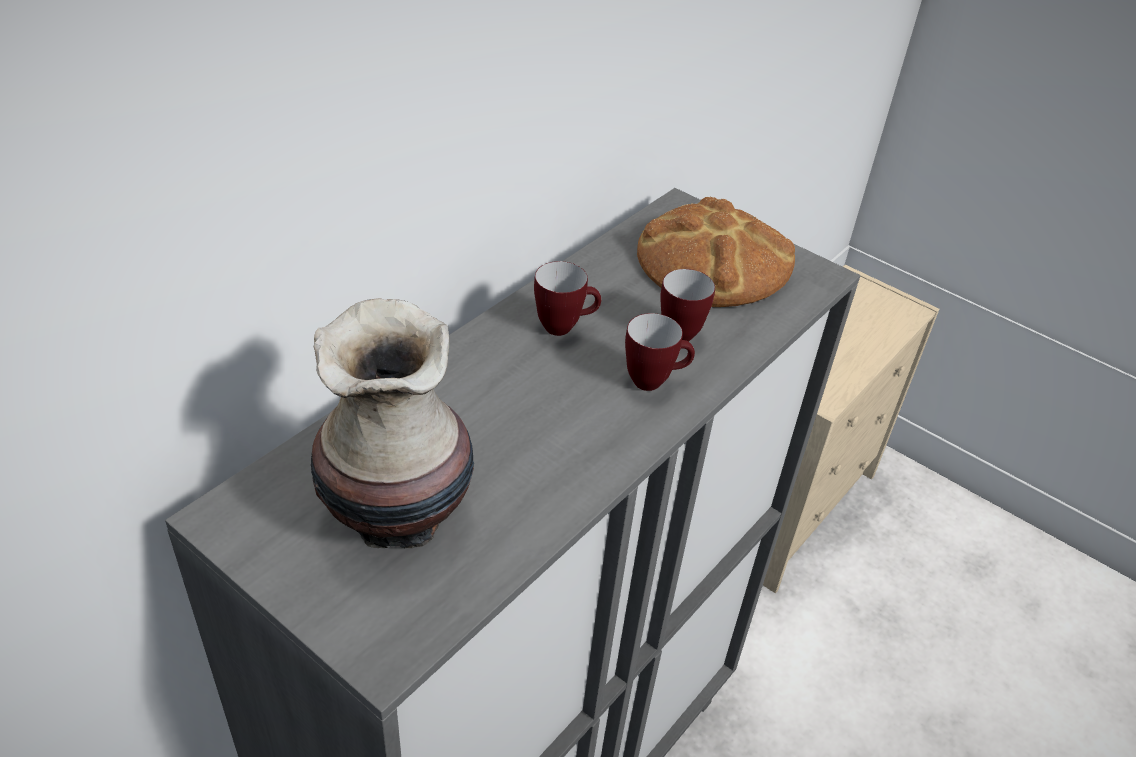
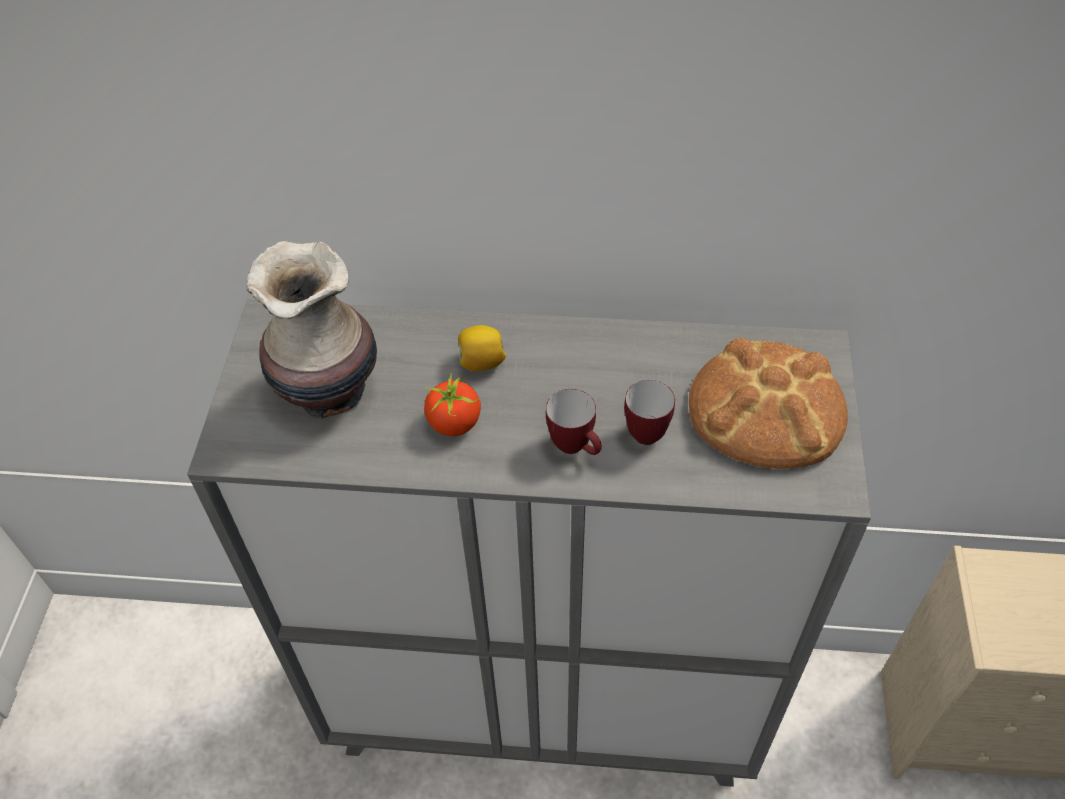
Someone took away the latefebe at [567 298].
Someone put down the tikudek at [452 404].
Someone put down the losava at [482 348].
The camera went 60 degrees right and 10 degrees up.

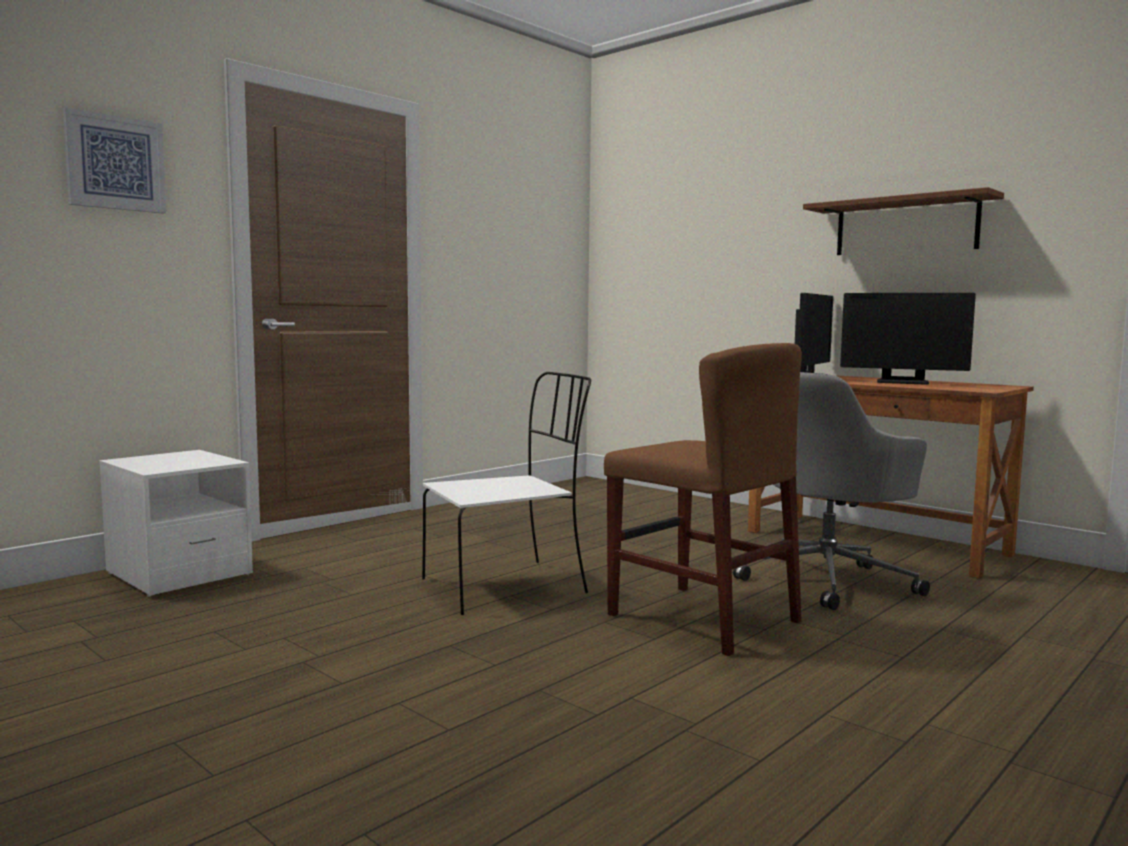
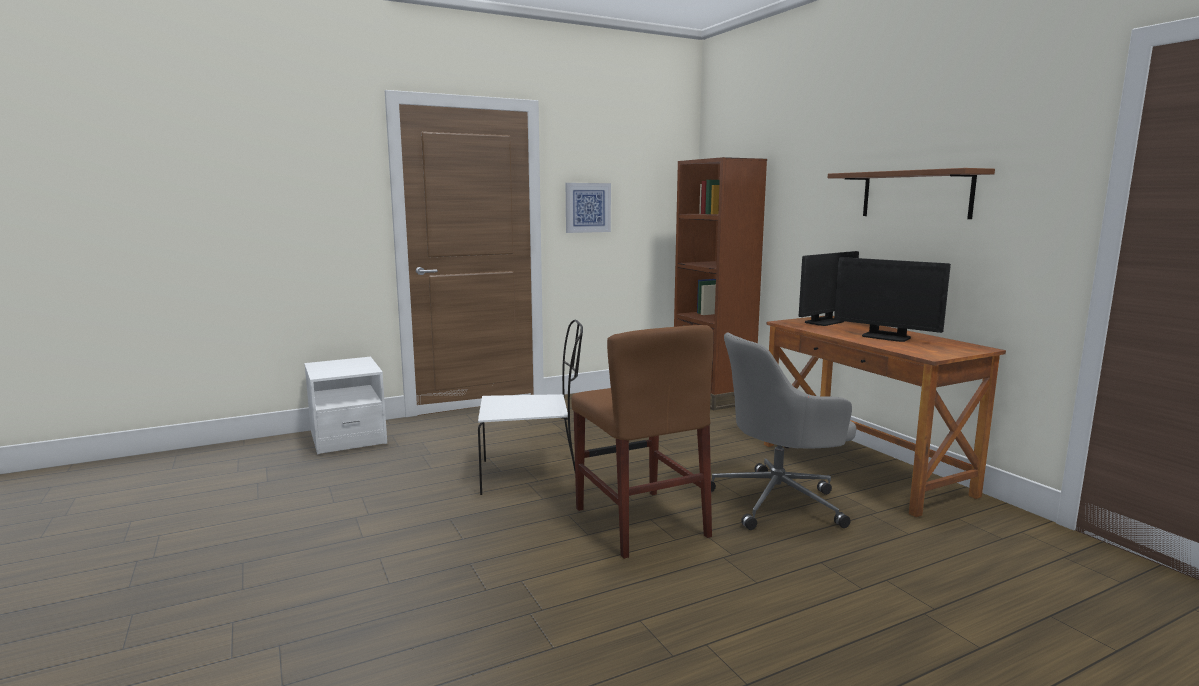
Someone put down the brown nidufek at [720 283].
Someone carried the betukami from [114 160] to [588 208].
The camera went 20 degrees right and 5 degrees up.

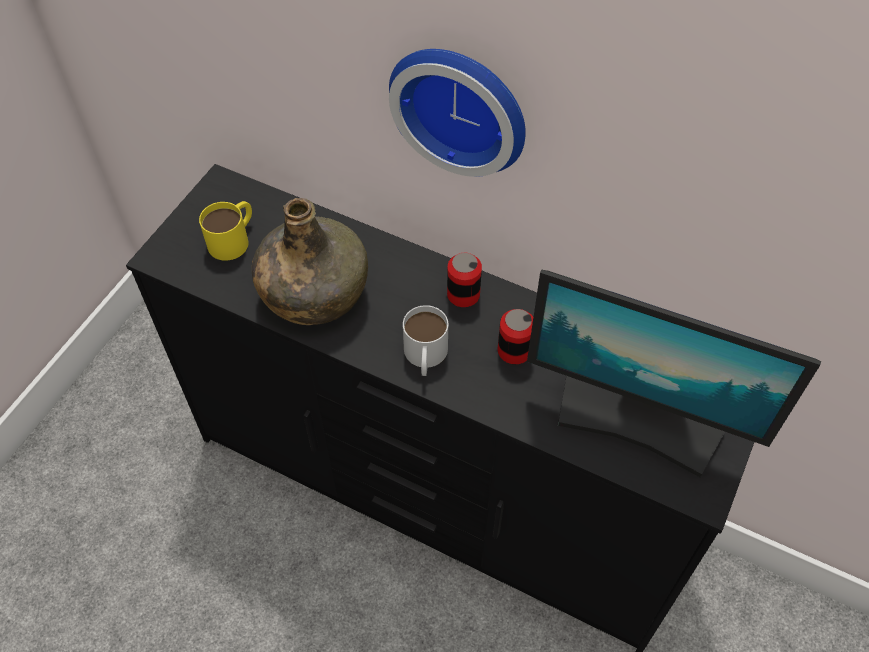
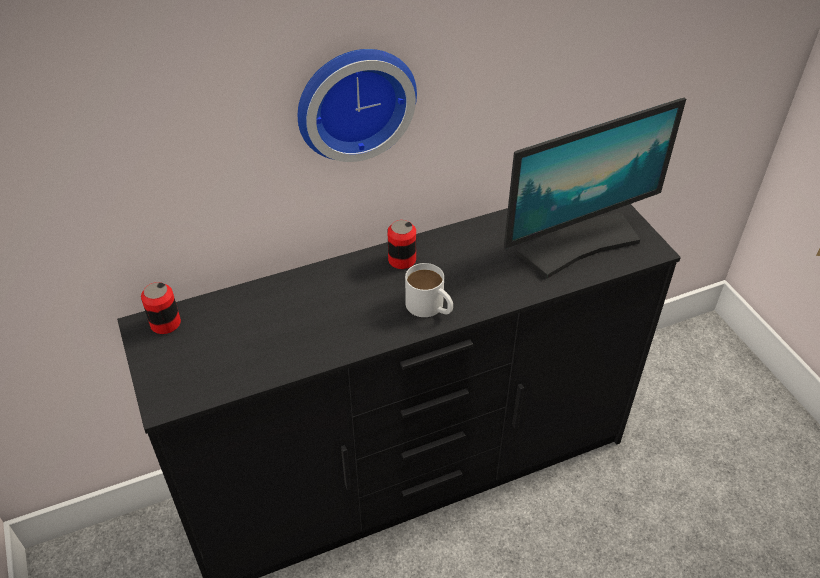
Someone took away the yellow latefebe at [225 231].
Someone took away the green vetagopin at [310 261].
Someone carried the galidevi from [515 336] to [161 308].
The camera went 50 degrees left and 10 degrees down.

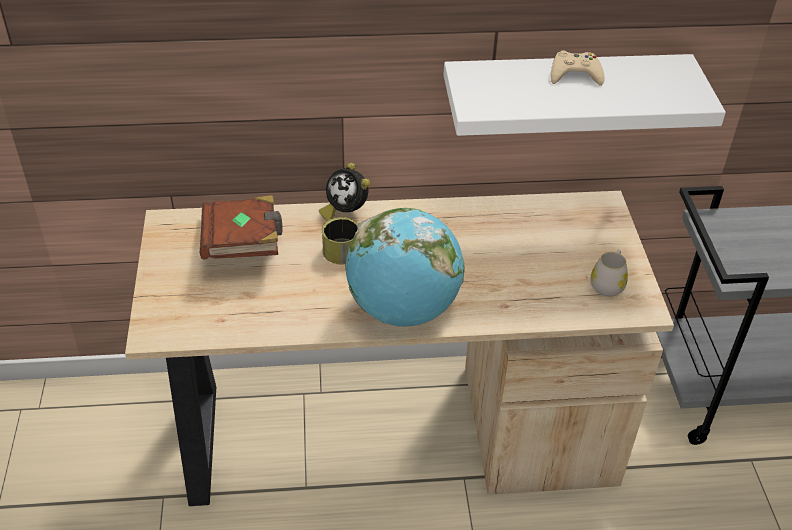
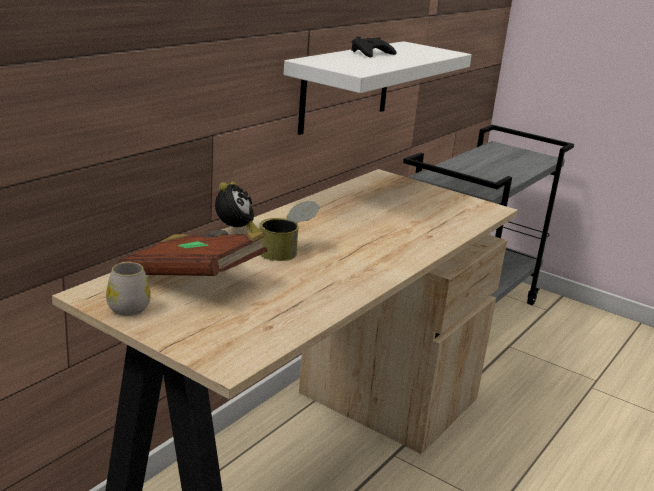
Someone took away the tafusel at [404 267].
Someone carried the white latefebe from [609 273] to [128 289].
Someone repainted the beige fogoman at [577 68], which became the black fogoman at [374 47].
Someone rotated the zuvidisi at [344 192] by 75 degrees counterclockwise.
The camera went 50 degrees left and 20 degrees down.

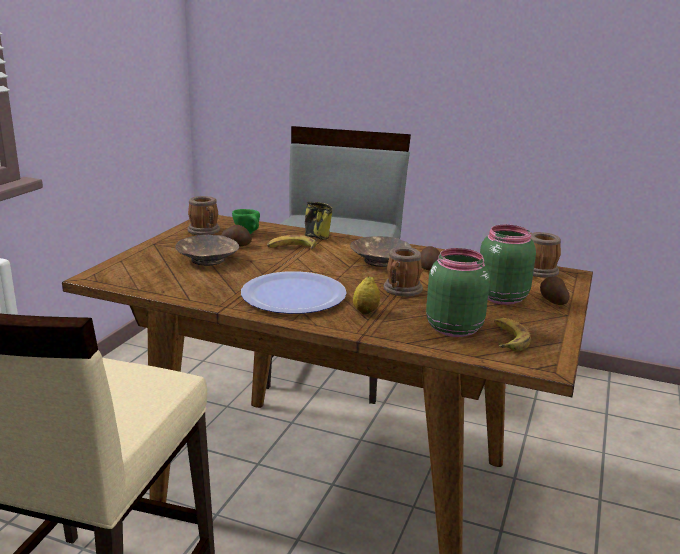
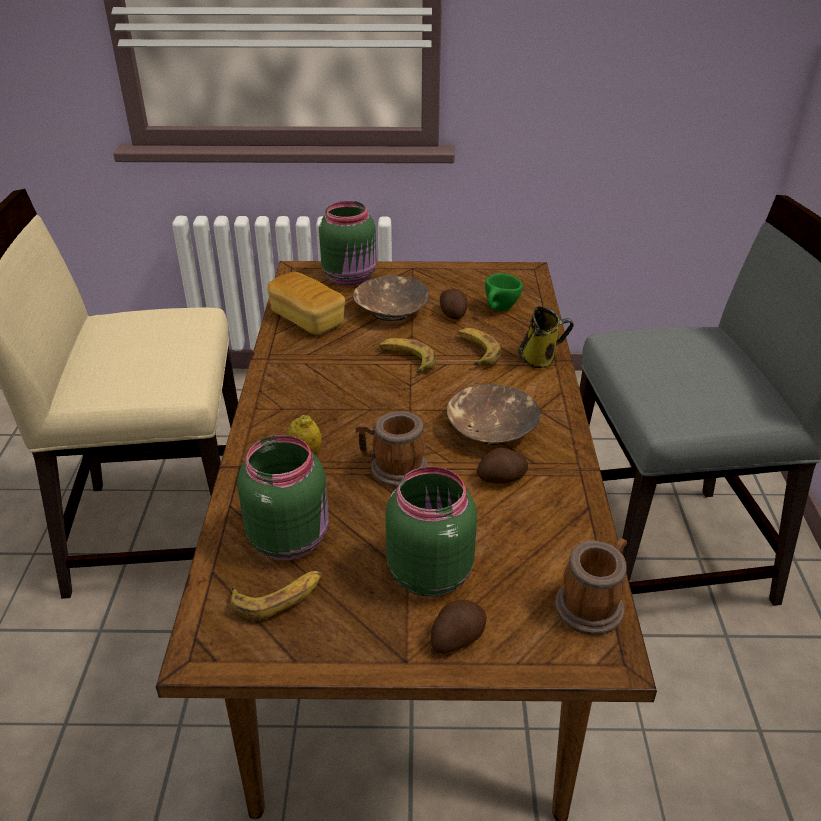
Someone took away the latefebe at [203 215].
Someone took away the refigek at [294 292].
Someone put down the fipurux at [306 303].
Someone put down the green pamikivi at [347 243].
Someone put down the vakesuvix at [407 355].
The camera went 70 degrees right and 15 degrees up.

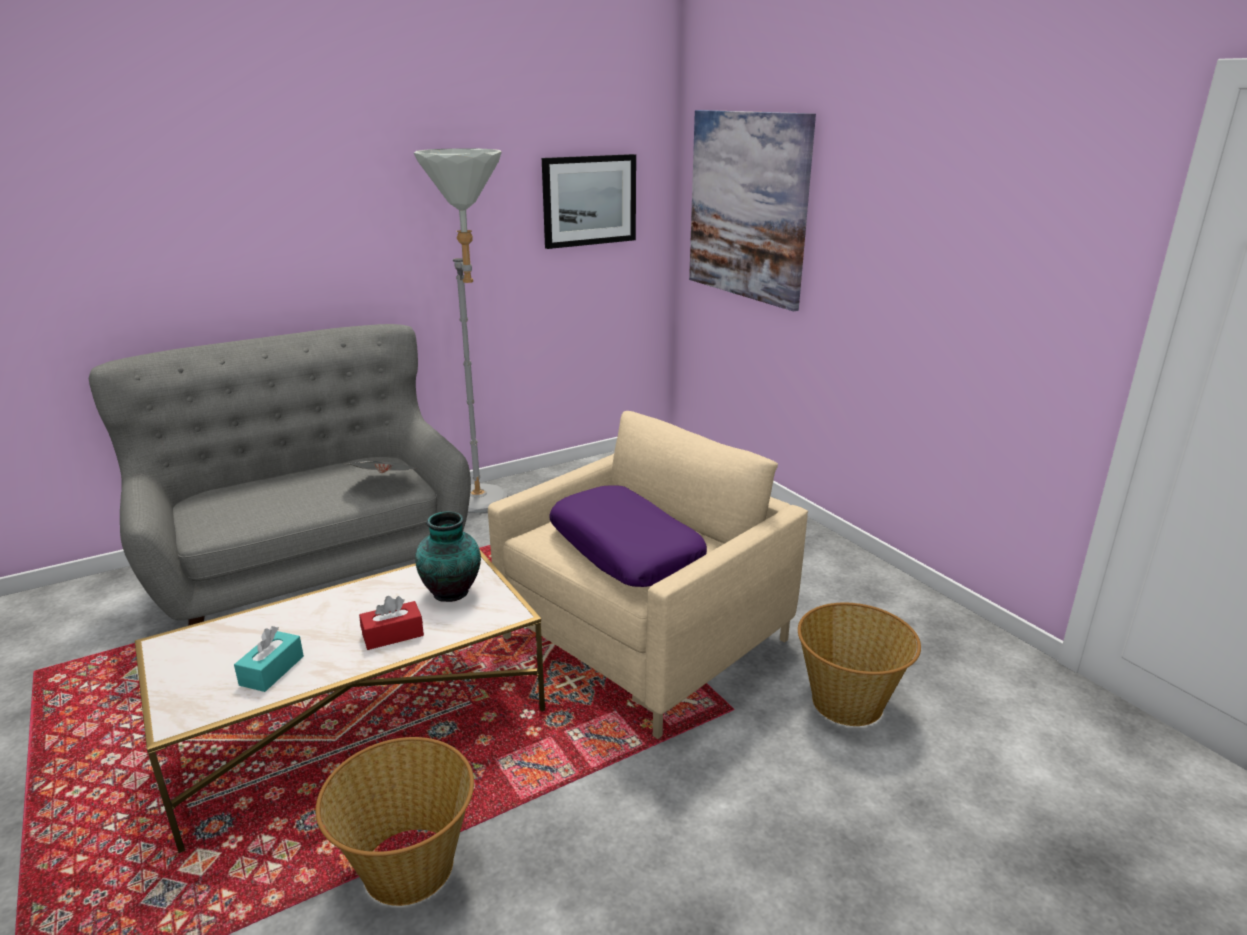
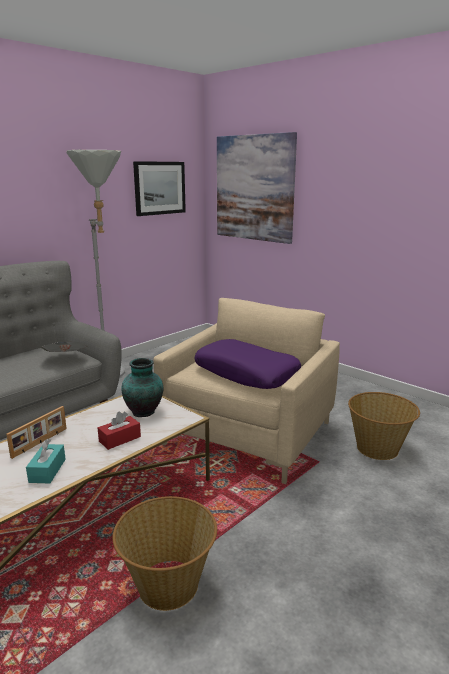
Someone put down the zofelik at [36 432].
The camera went 15 degrees left and 5 degrees down.

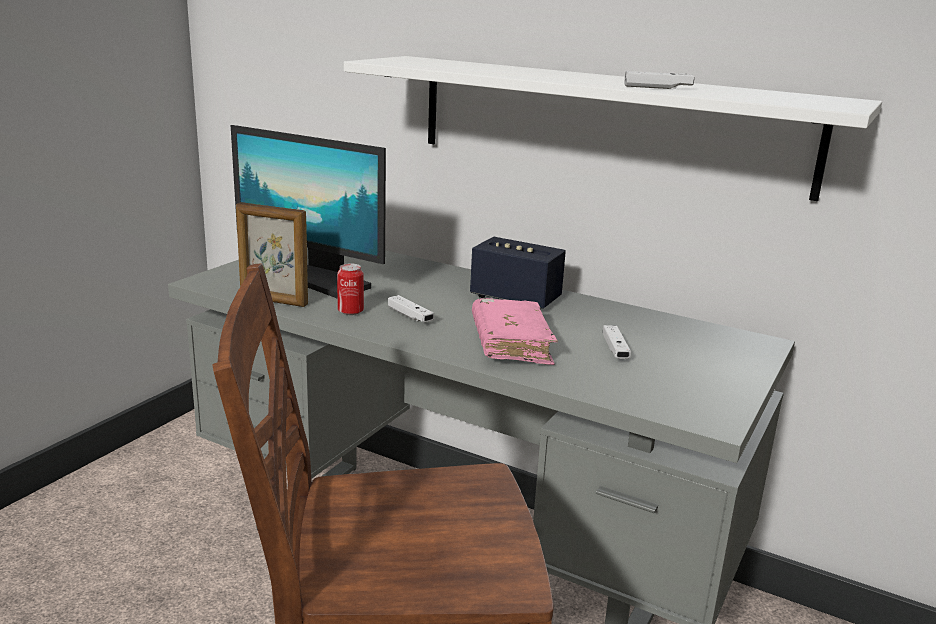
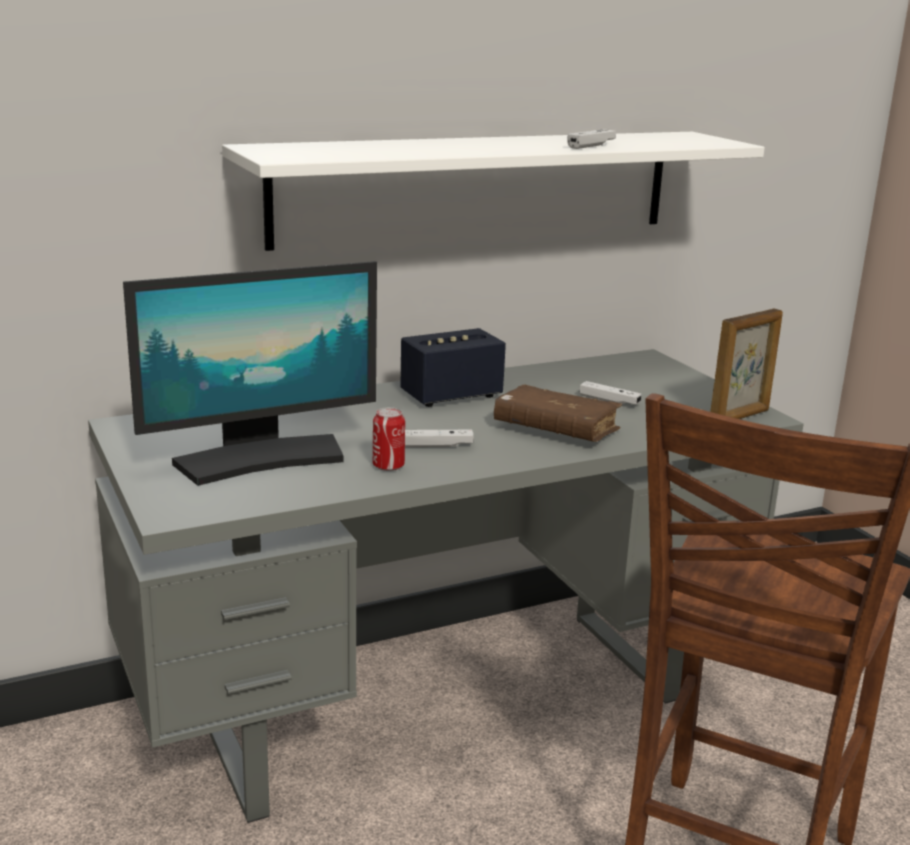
Someone carried the zofelik from [272 254] to [746 364].
Someone repainted the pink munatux at [515 331], which became the brown munatux at [558 413].
The camera went 55 degrees left and 0 degrees up.

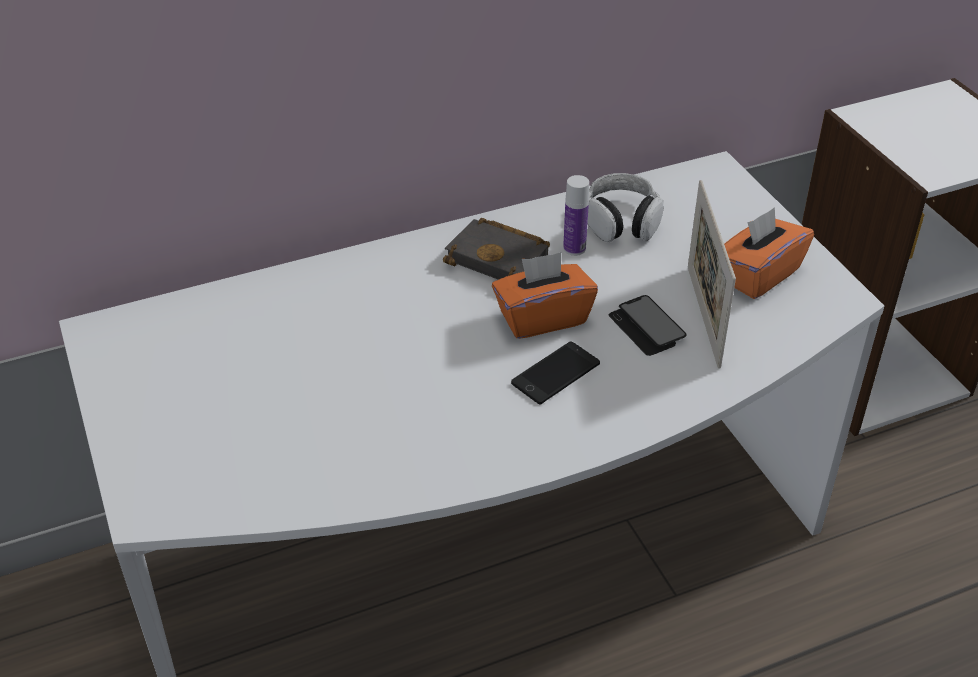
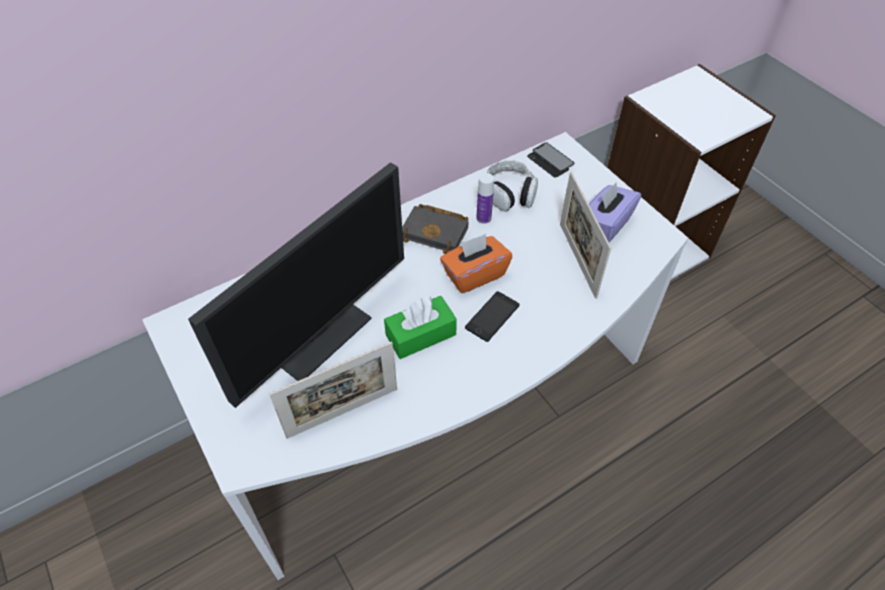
Someone put down the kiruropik at [296 285].
Someone put down the zofelik at [333 390].
Someone put down the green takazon at [420 327].
Someone carried the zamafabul from [648 325] to [550 159].
Someone repainted the orange takazon at [769 253], which became the purple takazon at [615 212].
The camera went 10 degrees left and 10 degrees up.

